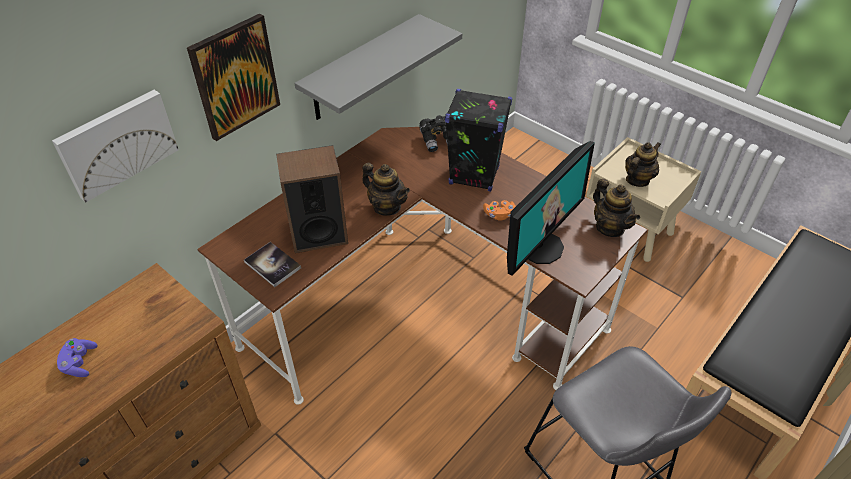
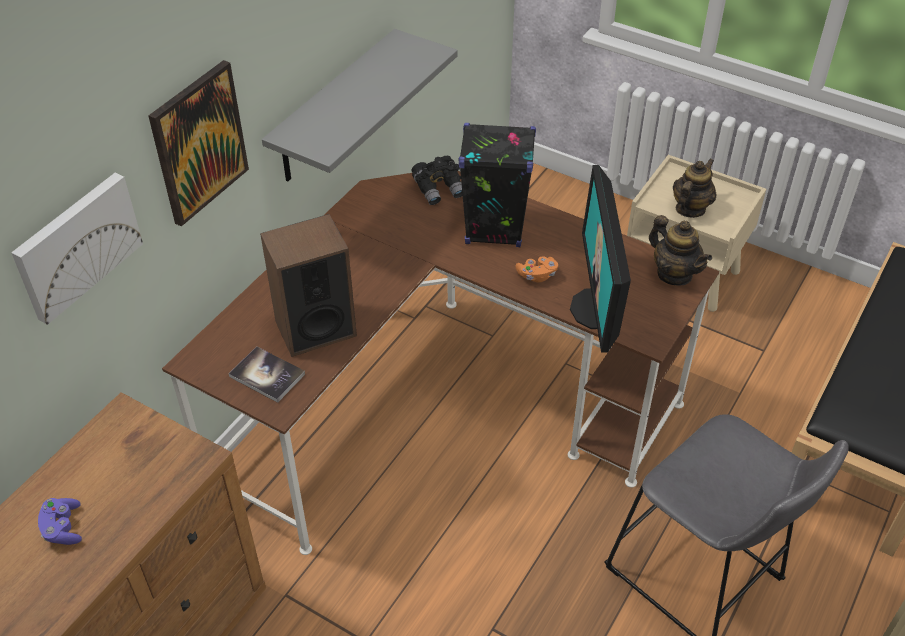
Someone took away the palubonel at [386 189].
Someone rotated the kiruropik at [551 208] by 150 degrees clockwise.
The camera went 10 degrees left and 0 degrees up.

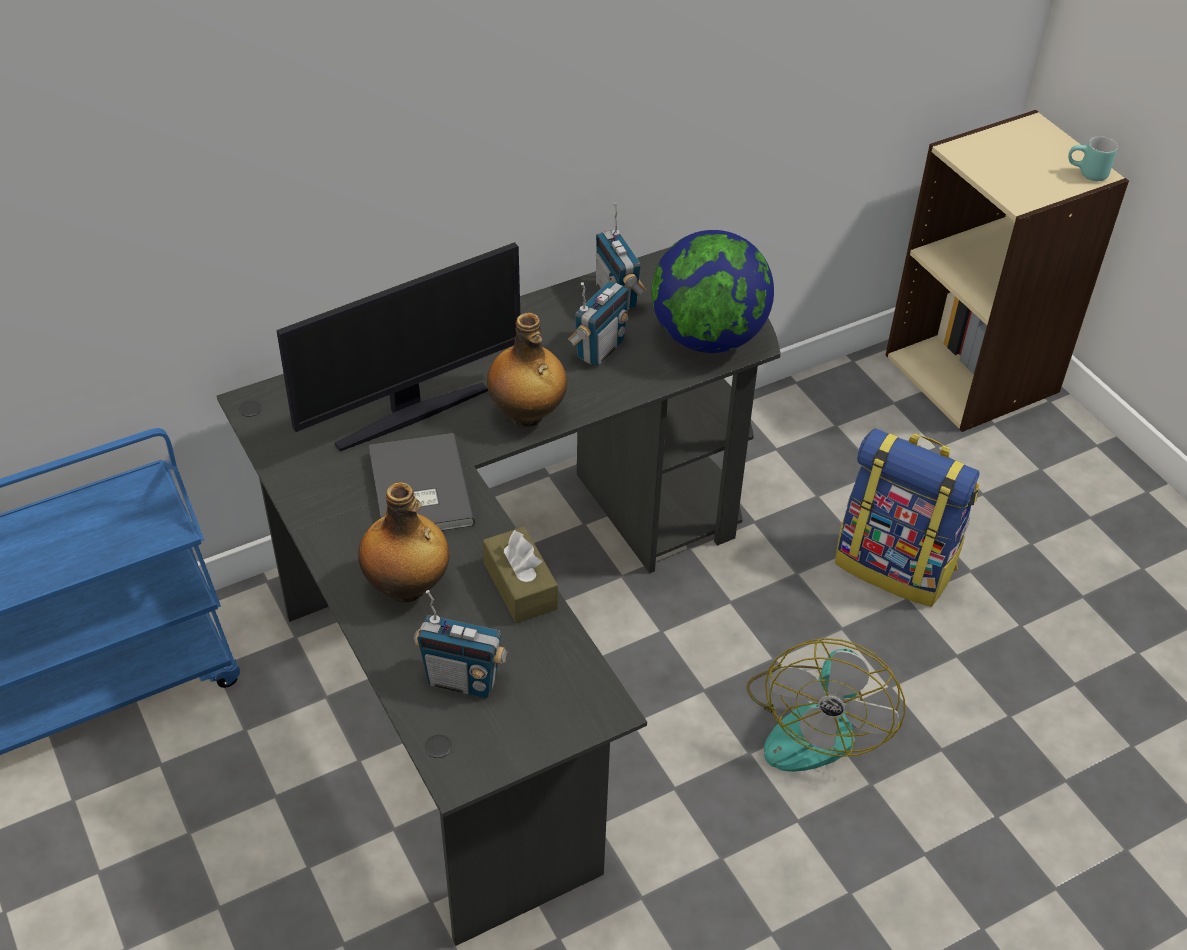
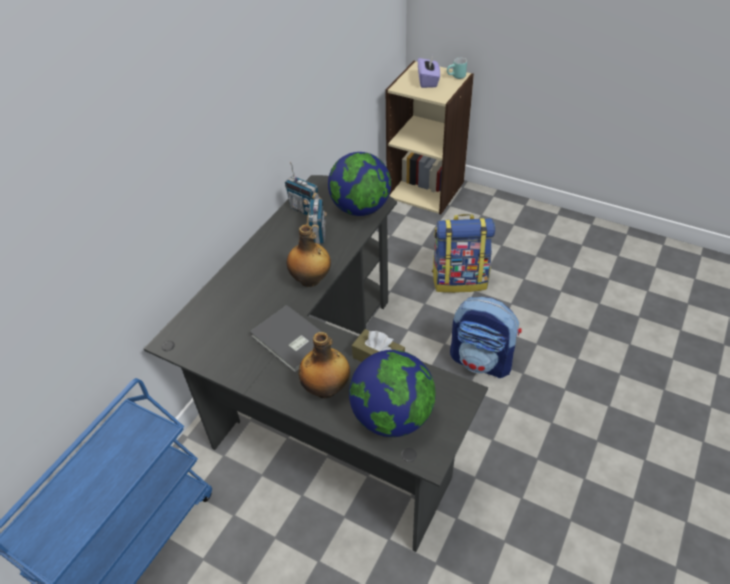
Someone took away the kiruropik at [398 346].
Someone put down the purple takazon at [429 71].
Someone swapped the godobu at [461 644] for the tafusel at [392 393].
Someone swapped the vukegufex at [825 705] for the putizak at [486 337].
The camera went 30 degrees left and 0 degrees up.

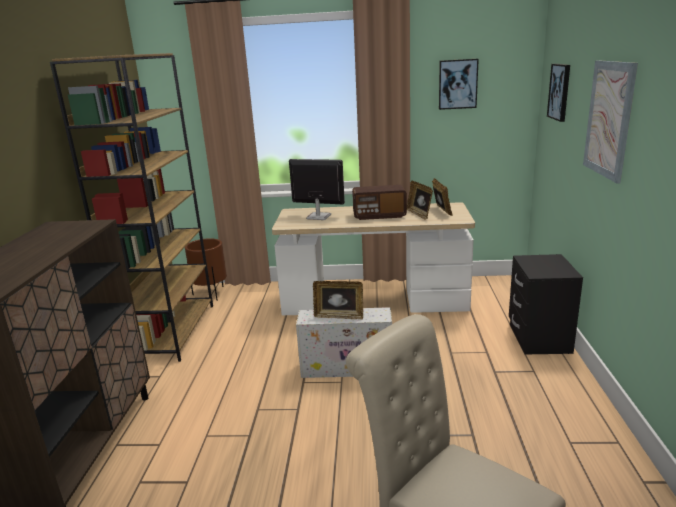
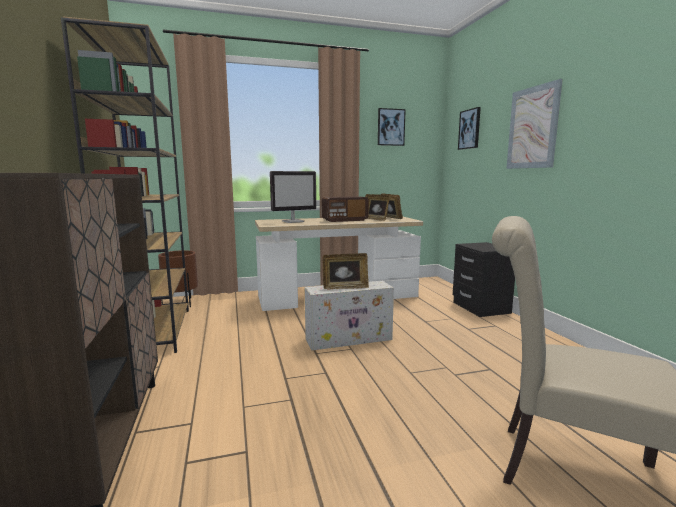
Someone rotated the kiruropik at [317 189] by 150 degrees clockwise.
The camera went 20 degrees left and 10 degrees down.

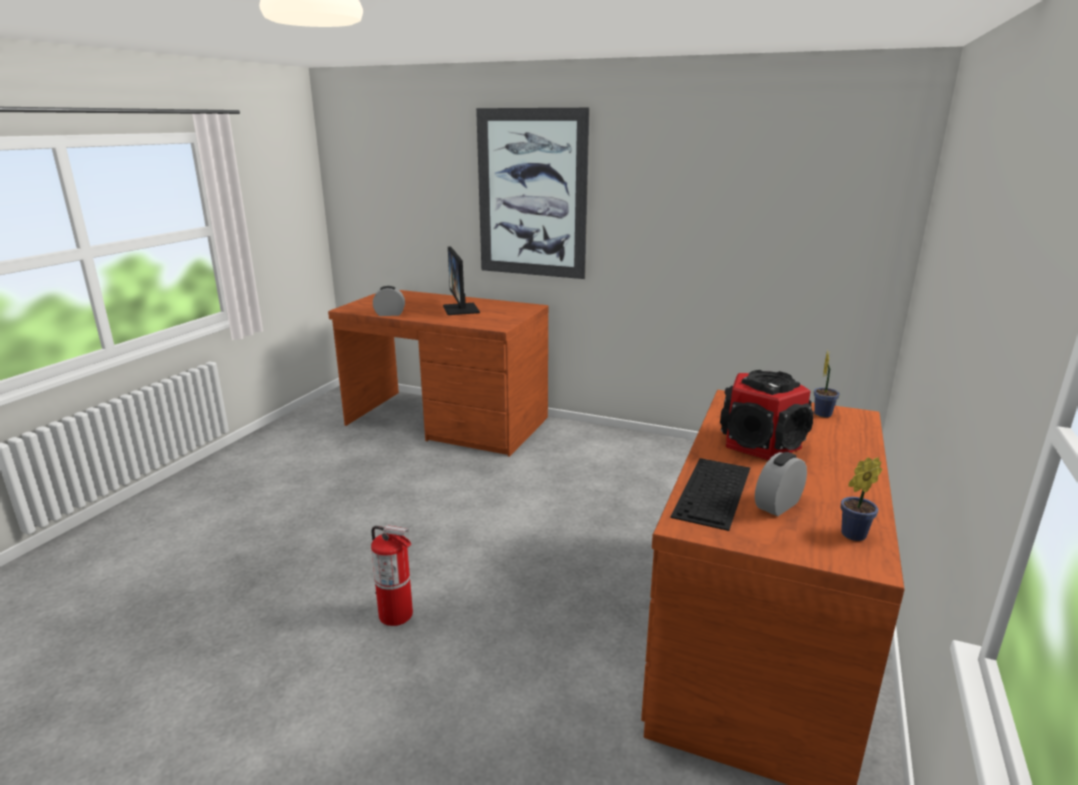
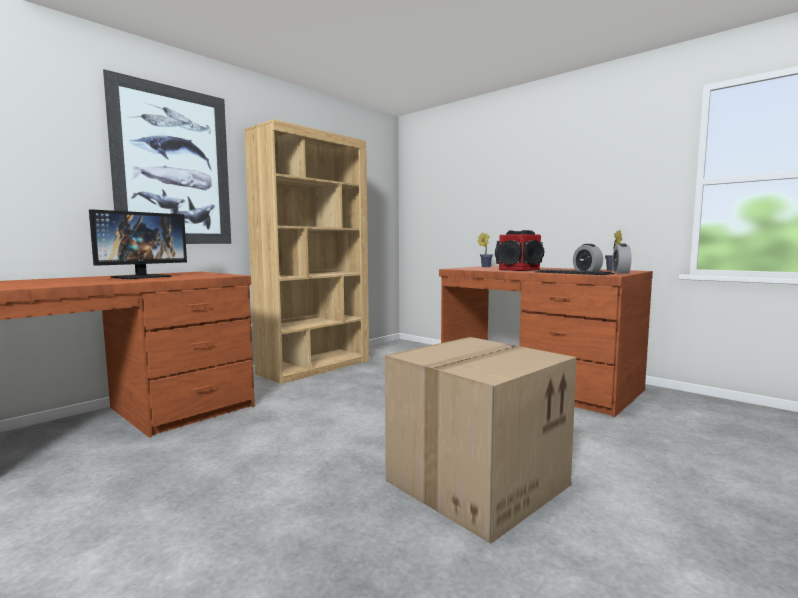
Someone put down the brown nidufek at [306 251].
Someone carried the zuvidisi from [389 301] to [621 258].
Someone swapped the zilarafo at [392 576] for the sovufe at [481 440].
Someone rotated the kiruropik at [461 281] by 60 degrees counterclockwise.
The camera went 70 degrees left and 15 degrees down.

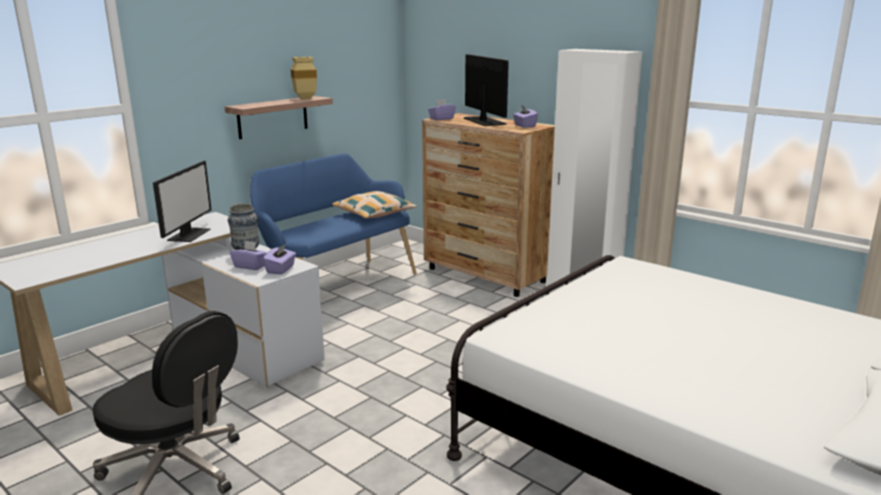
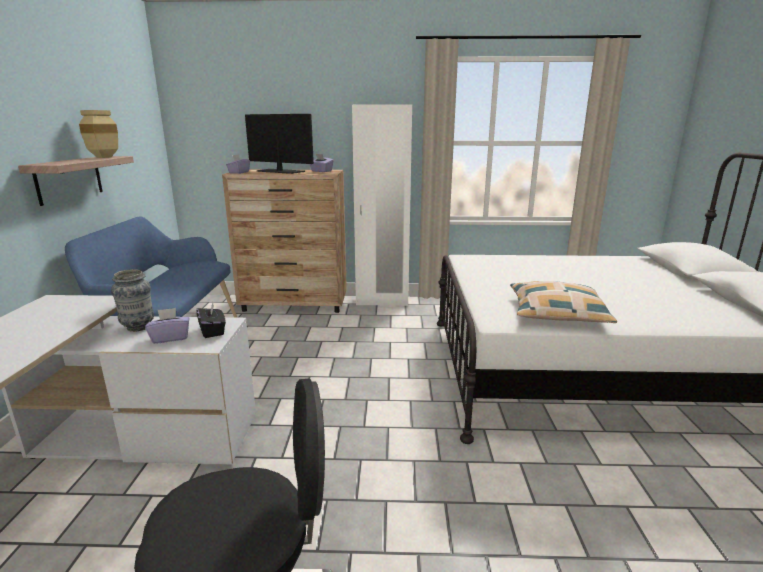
Someone took away the kiruropik at [182 201].
Someone carried the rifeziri from [374 205] to [563 302].
Someone repainted the purple takazon at [279 259], which became the black takazon at [211 320].
The camera went 40 degrees left and 0 degrees up.

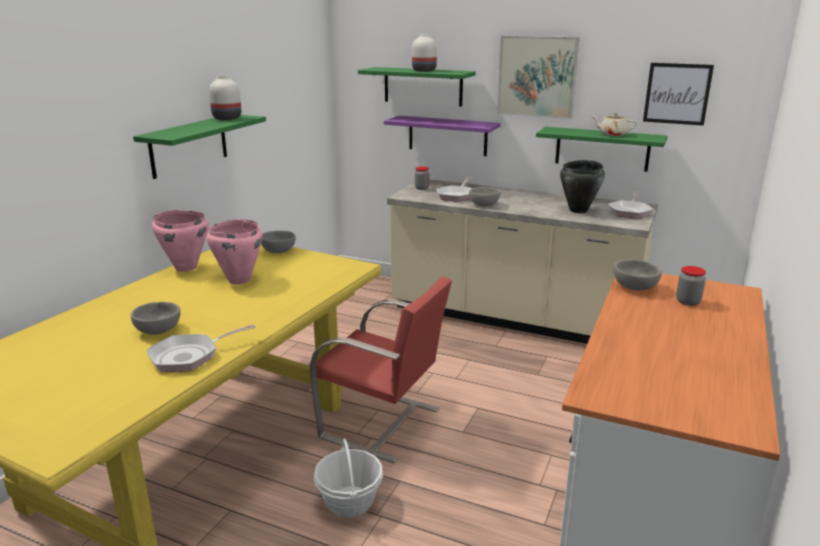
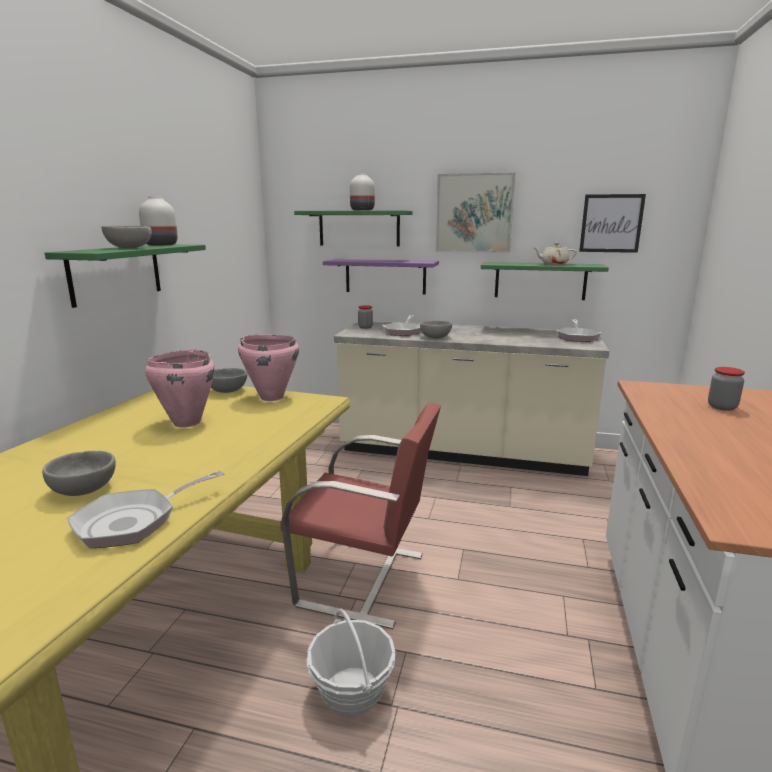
Someone took away the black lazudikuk at [582 186].
Someone carried the pink lazudikuk from [180 241] to [268 368].
Someone carried the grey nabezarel from [637 274] to [126 236].
The camera went 10 degrees left and 5 degrees down.

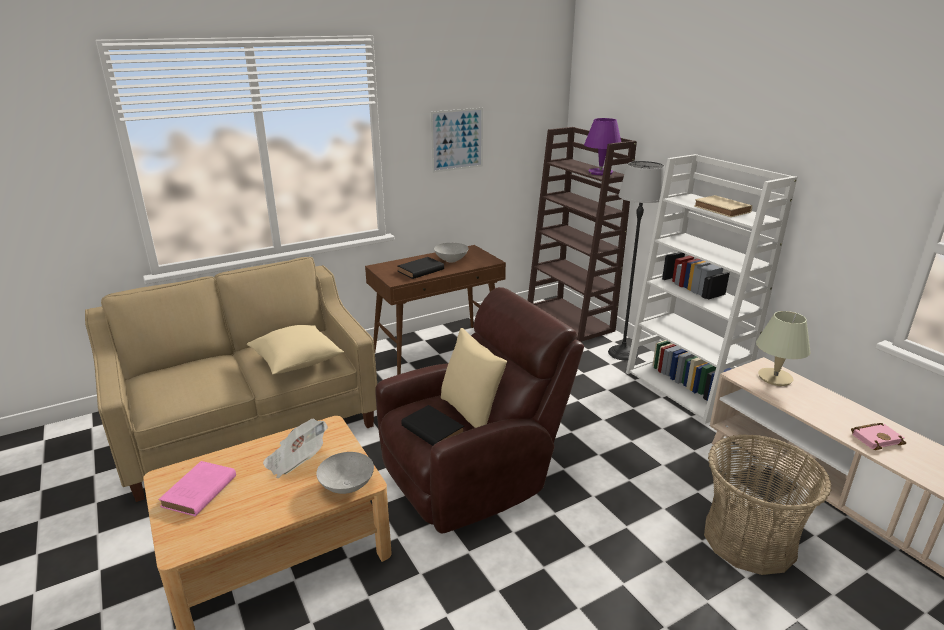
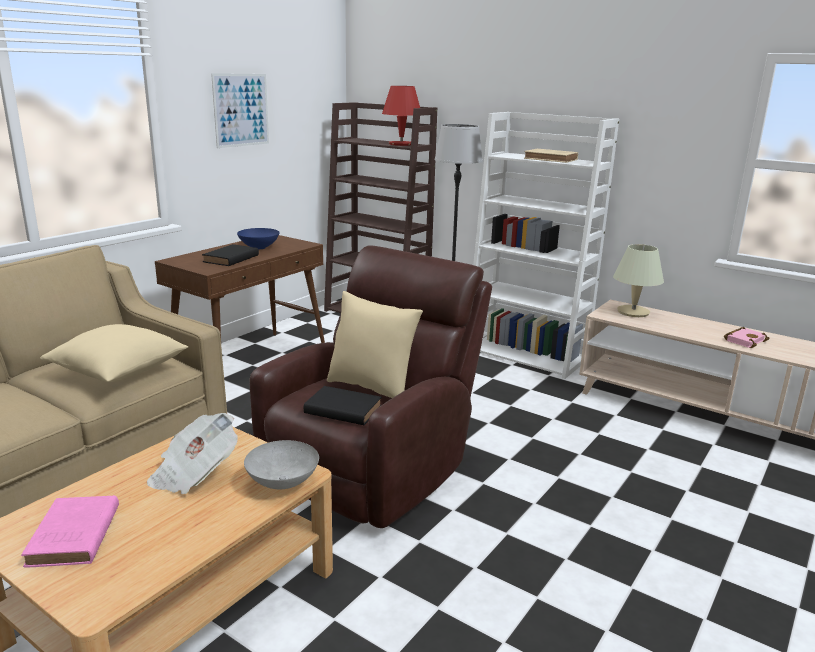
Someone took away the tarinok at [767 504].
Someone repainted the grey nabezarel at [451 253], which became the blue nabezarel at [258 238].
Someone repainted the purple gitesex at [602 146], which became the red gitesex at [401 116].
The camera went 25 degrees left and 5 degrees down.

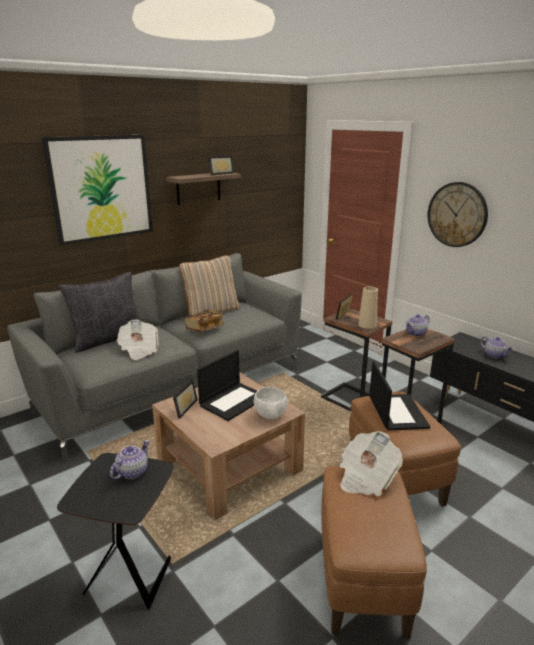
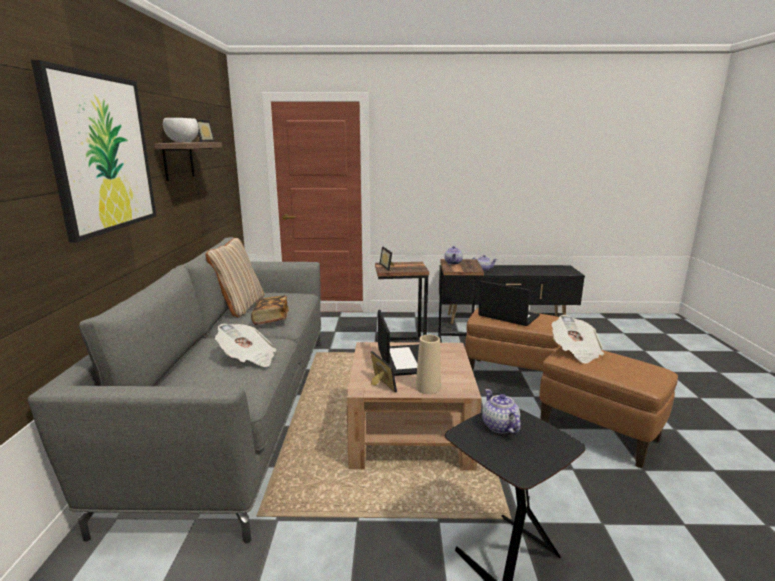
Someone took away the black rifeziri at [99 312].
Someone took away the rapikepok at [458 214].
Someone carried the white nabezarel from [270 403] to [181 130].
Someone carried the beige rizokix from [368 308] to [428 364].
The camera went 50 degrees left and 5 degrees down.

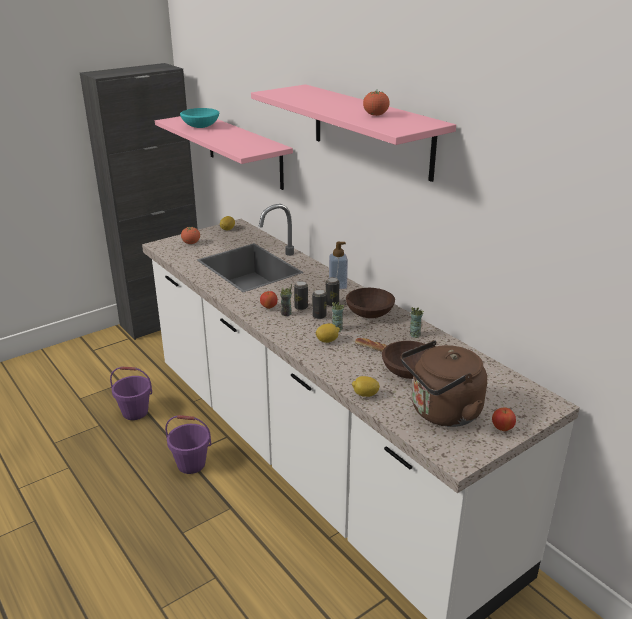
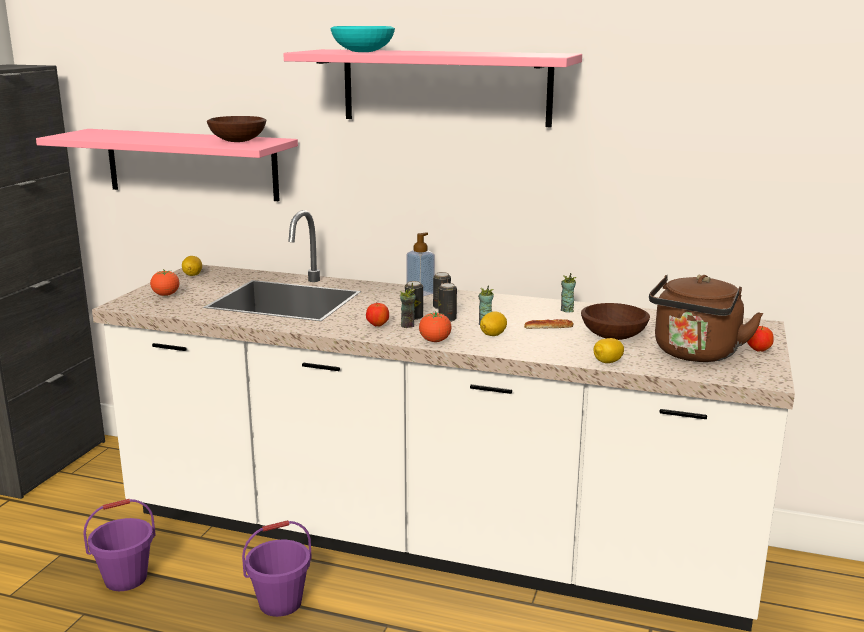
Someone carried the turquoise nabezarel from [199 118] to [362 39].
Someone carried the brown nabezarel from [370 303] to [236 129].
Someone carried the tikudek from [376 103] to [435 326].
The camera went 35 degrees left and 10 degrees down.

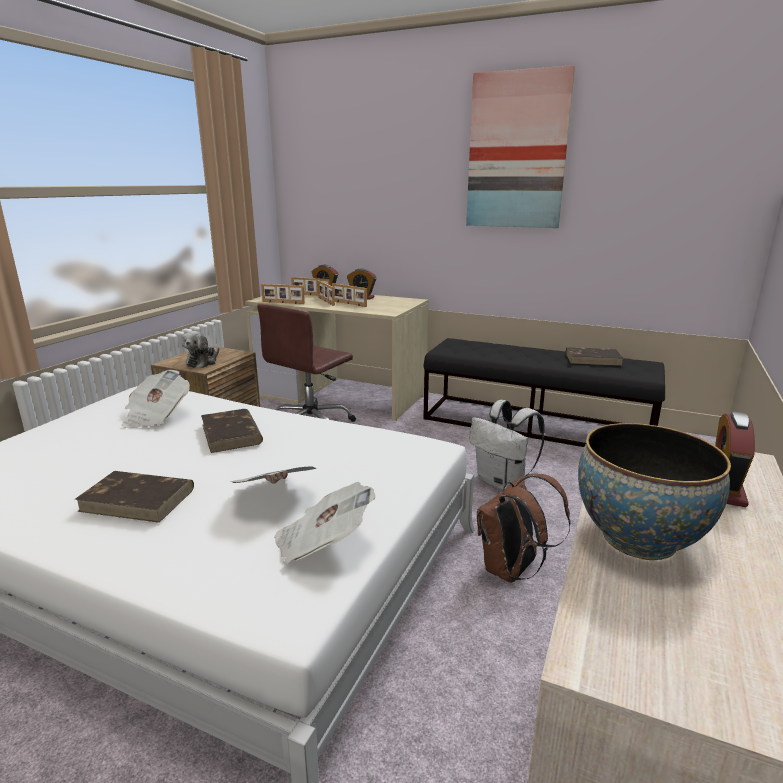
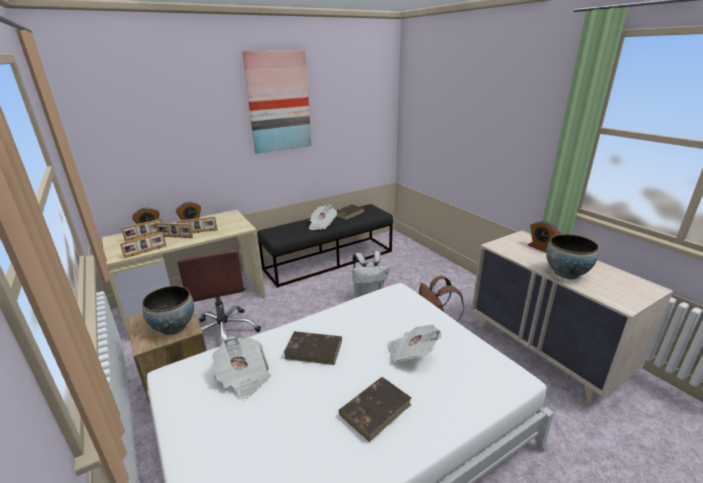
Someone carried the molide from [324 523] to [323 217].
Someone swapped the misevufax at [200 349] for the nabezarel at [168 310].
The camera went 55 degrees left and 5 degrees up.

